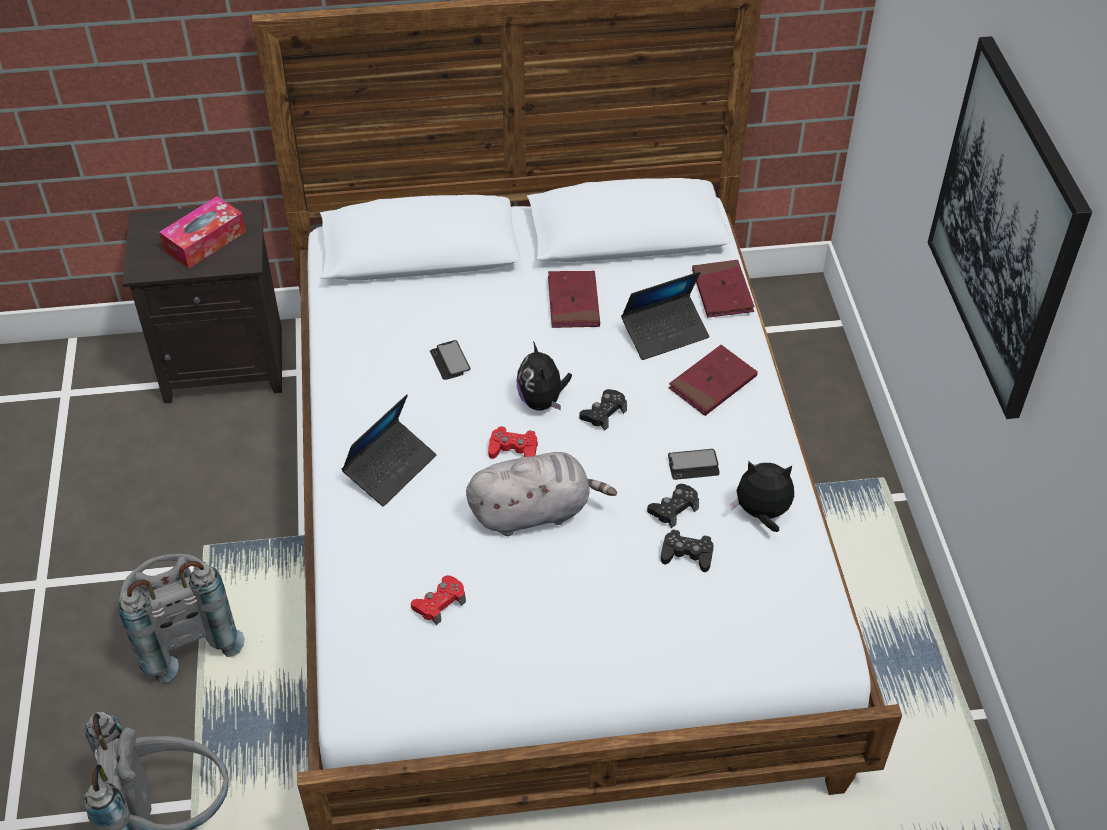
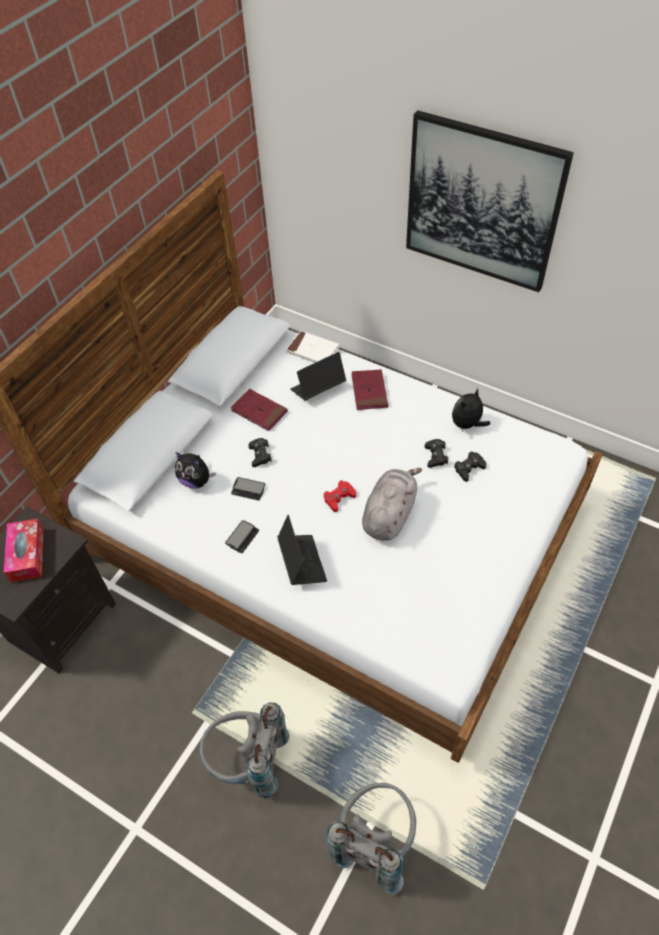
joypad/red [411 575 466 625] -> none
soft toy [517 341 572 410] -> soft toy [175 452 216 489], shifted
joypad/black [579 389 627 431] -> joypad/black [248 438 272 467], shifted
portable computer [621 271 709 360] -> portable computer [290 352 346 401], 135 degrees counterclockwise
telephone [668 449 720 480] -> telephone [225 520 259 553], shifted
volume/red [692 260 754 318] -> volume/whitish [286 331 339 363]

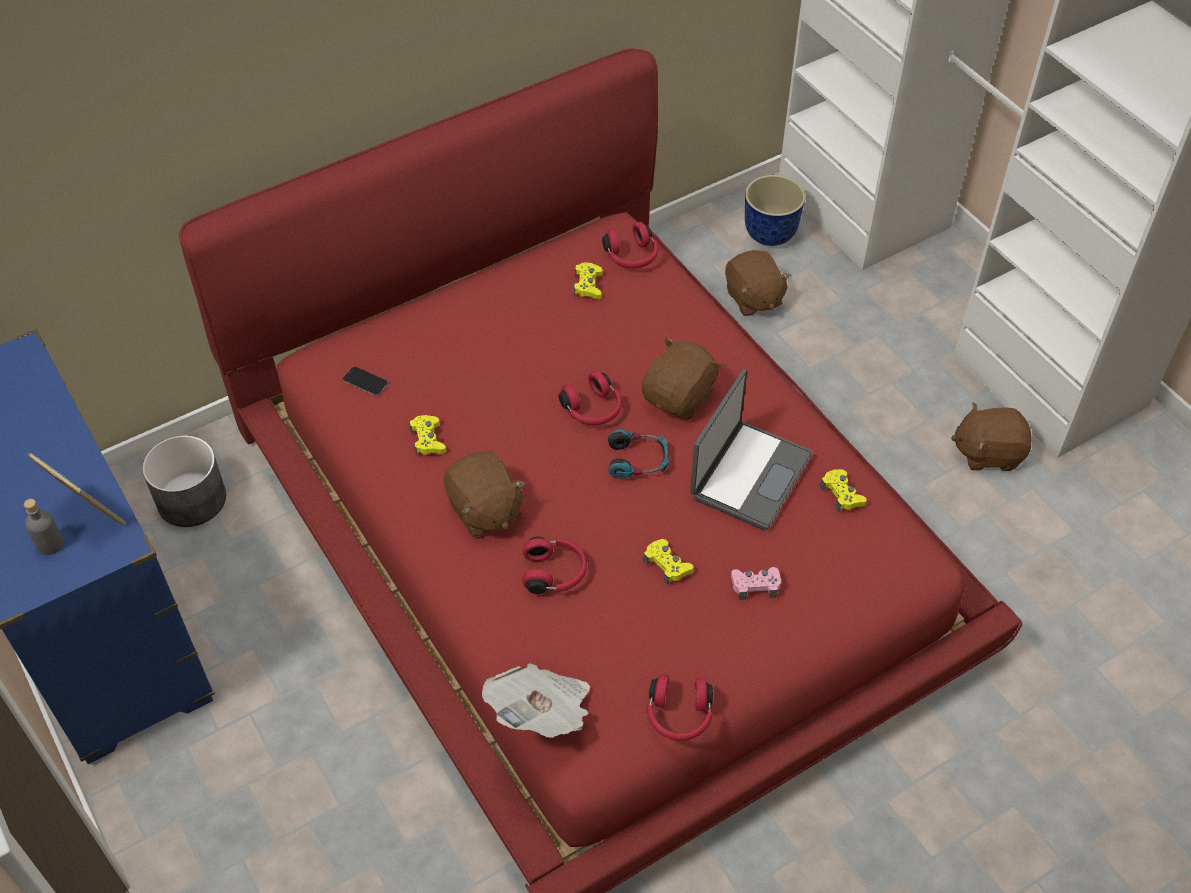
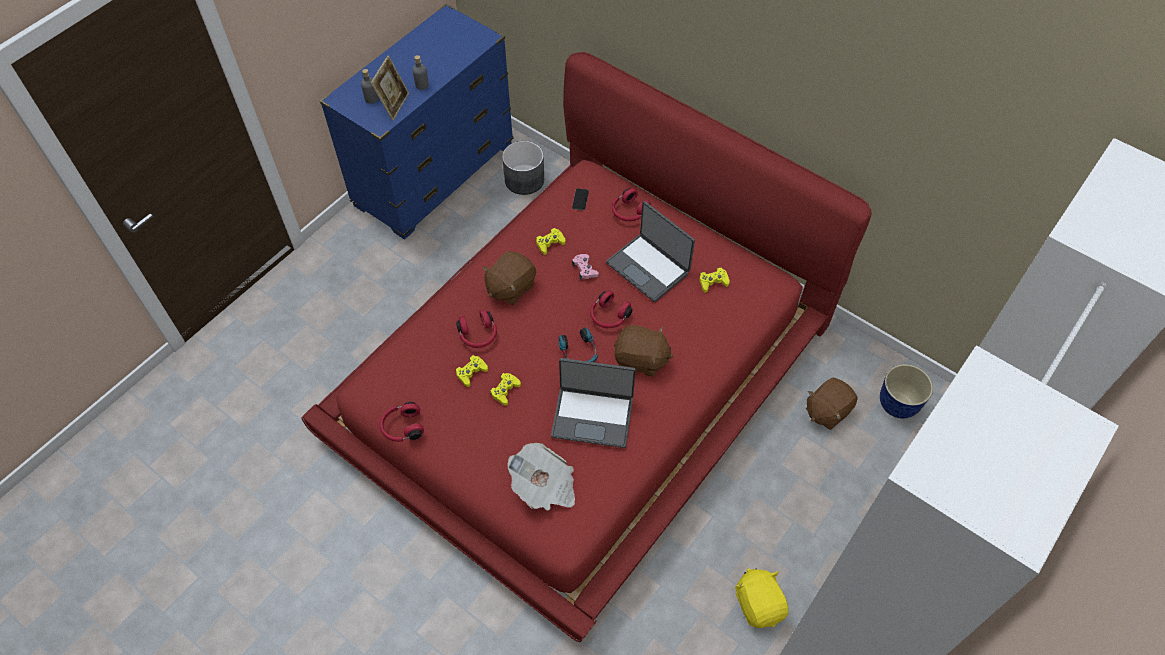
newspaper [482 663 590 738] -> newspaper [507 443 575 511], shifted
headphones/red [602 222 658 268] -> headphones/red [612 188 651 222], shifted
joypad/pink-coloured [731 567 781 600] -> joypad/pink-coloured [572 254 599 280], shifted
joypad/yellowish [820 469 867 512] -> joypad/yellowish [456 355 488 387], shifted
soft toy/brownish [951 402 1032 471] -> soft toy/yellowish [735 568 789 628]
none -> bottle/grey [413 55 429 90]
none -> portable computer [606 201 695 302]

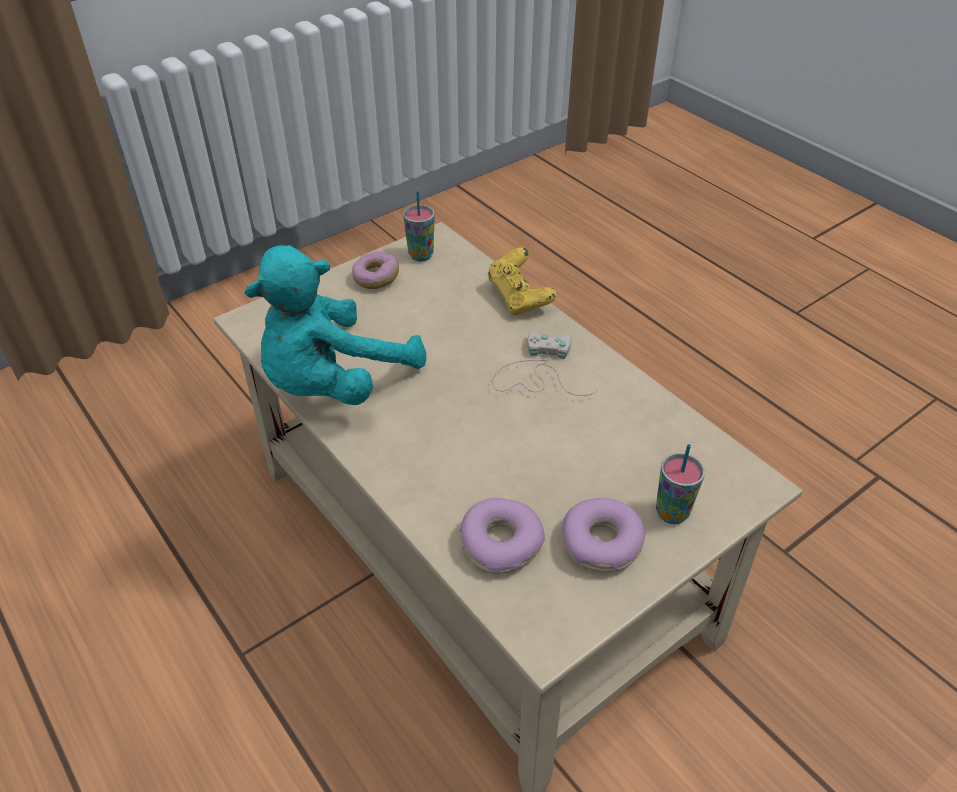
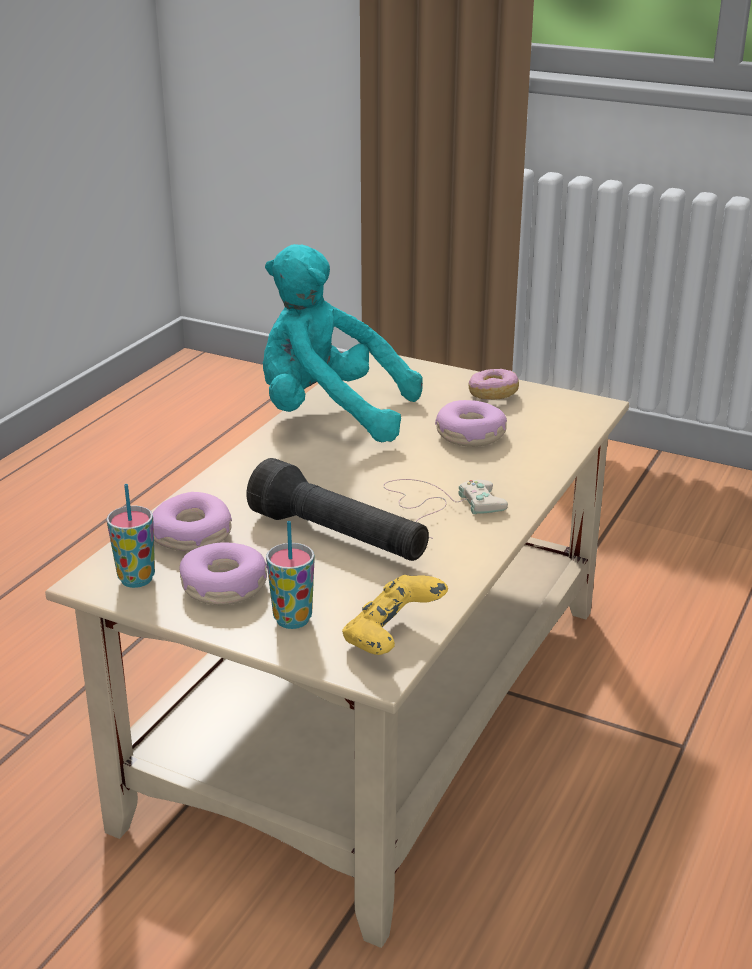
cup [403 190 435 262] -> cup [106 484 155 588], shifted
joypad/yellowish [488 247 557 315] -> joypad/yellowish [342 575 448 655], shifted
none -> hand torch/black [247 458 429 561]
none -> donut [435 400 507 447]

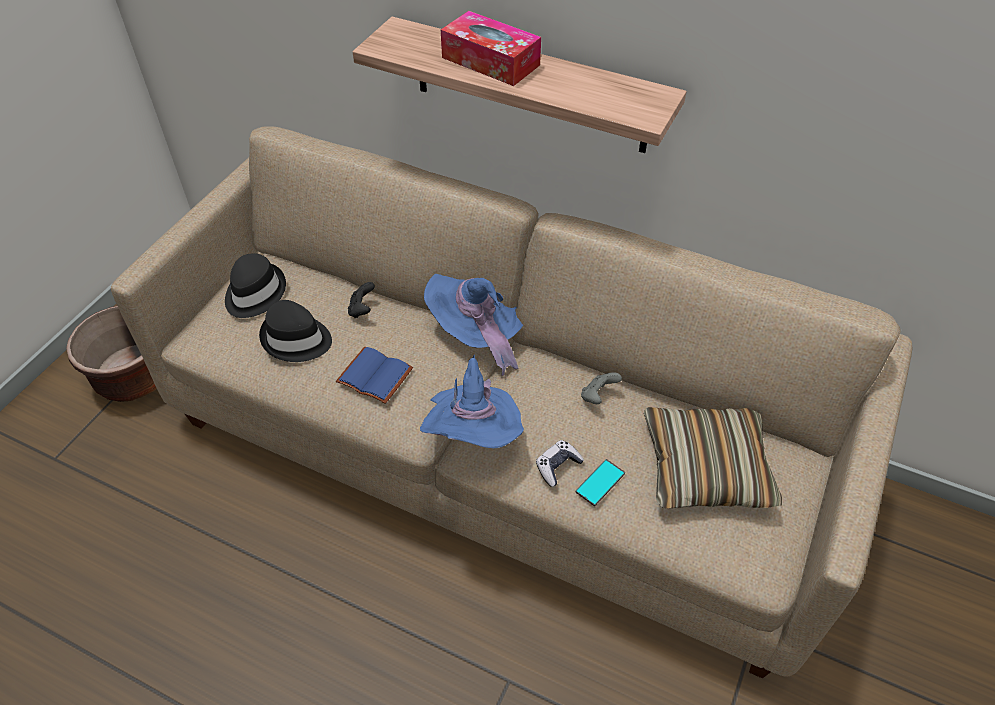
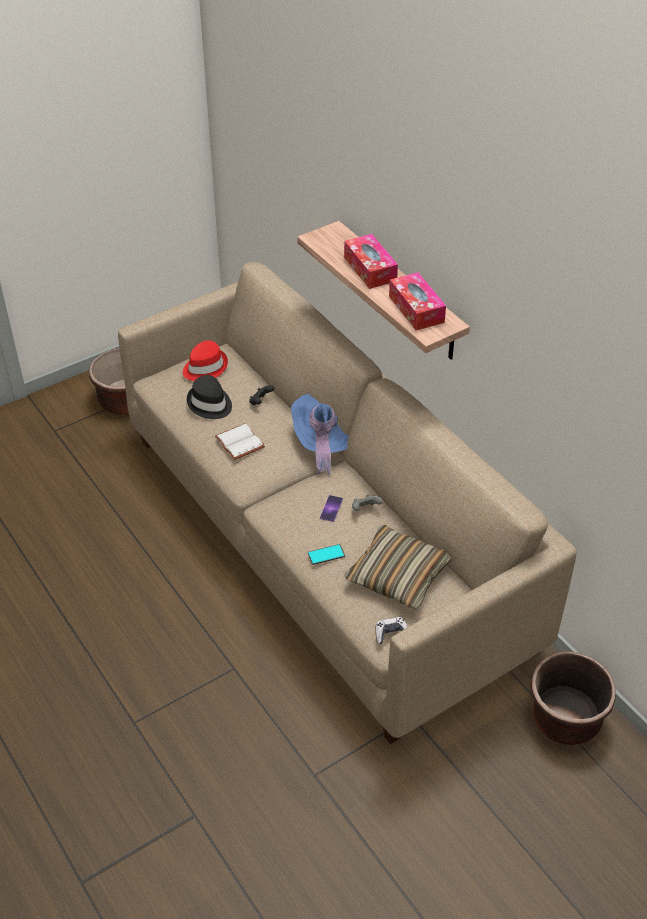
clothing hat/black [225 253 286 318] -> clothing hat/red [183 340 228 381]
volume/blue-coloured [336 346 413 404] -> volume/whitish [215 423 265 460]
clothing hat/blue-coloured [420 355 524 448] -> none
joypad [536 440 584 487] -> joypad [375 617 408 644], shifted
none -> telephone [320 495 343 522]
none -> box of tissues [389 272 446 330]
none -> flower pot/brownish [530 651 615 745]

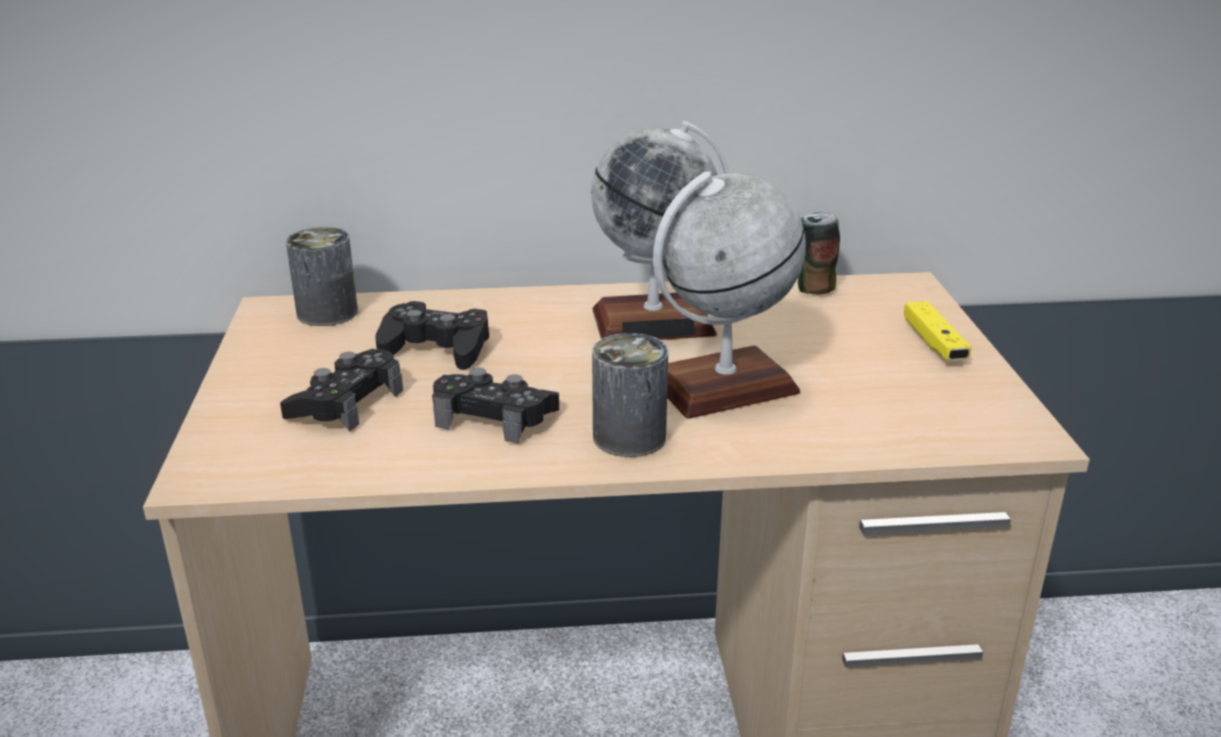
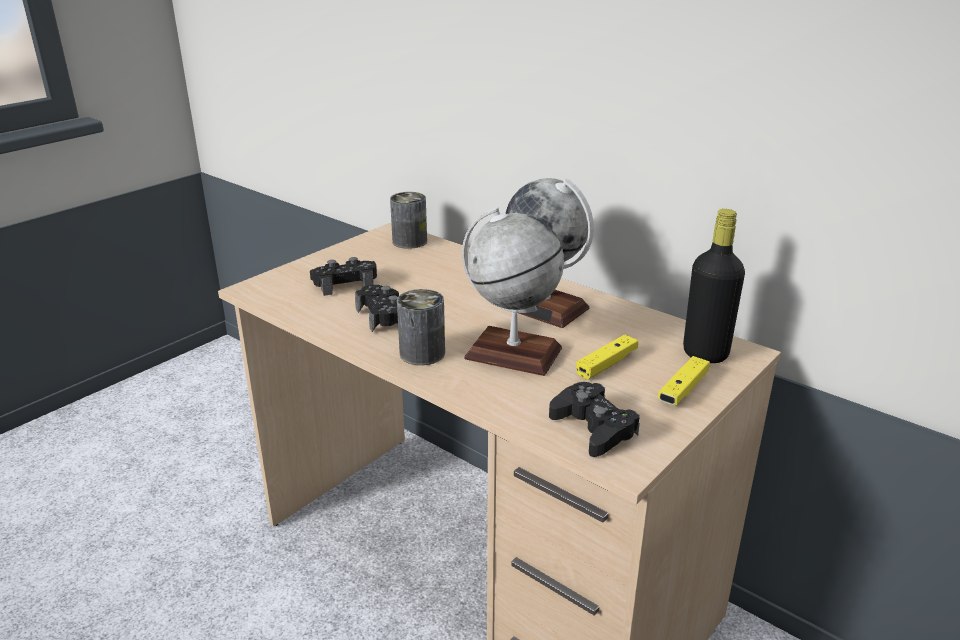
joypad/black [376 301 489 370] -> joypad/black [549 382 640 457], shifted
metal can [798 212 840 294] -> none
none -> joypad/yellowish [576 335 638 380]
none -> bottle/black [683 209 745 363]

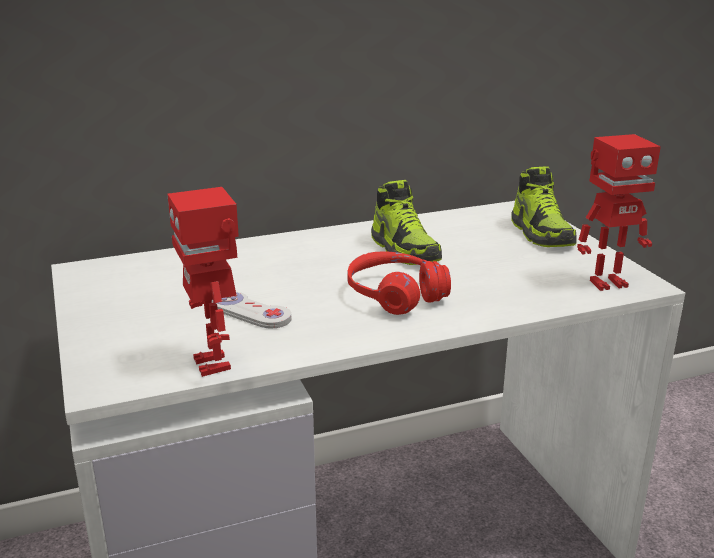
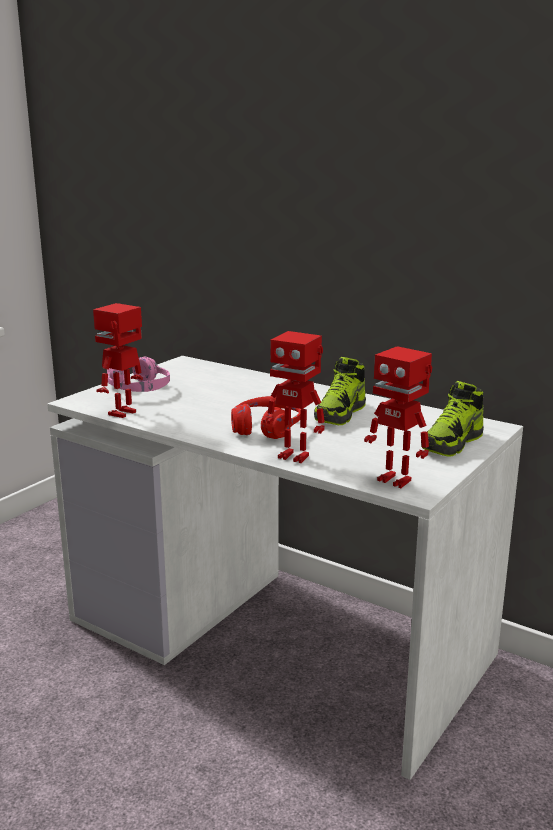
joypad/whitish [212 292 292 328] -> none
none -> headphones/pink-coloured [107 357 170 392]
none -> robot figure [263 331 325 463]

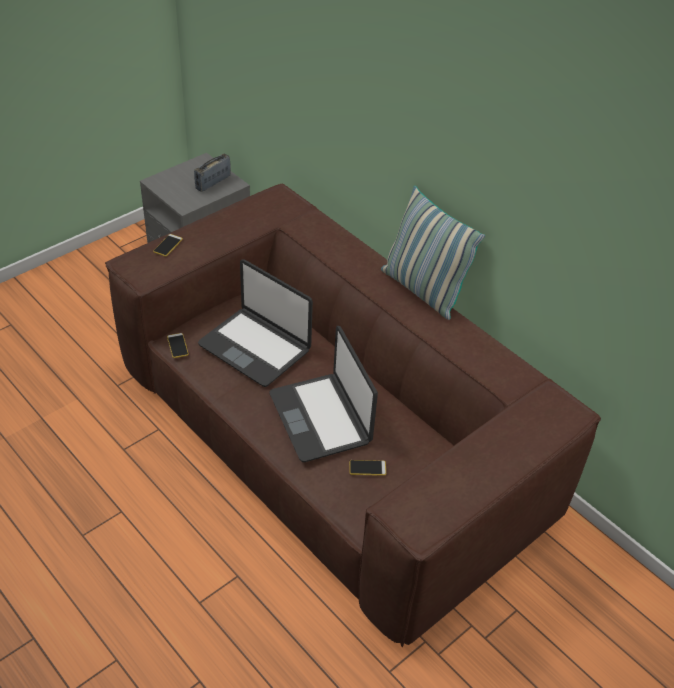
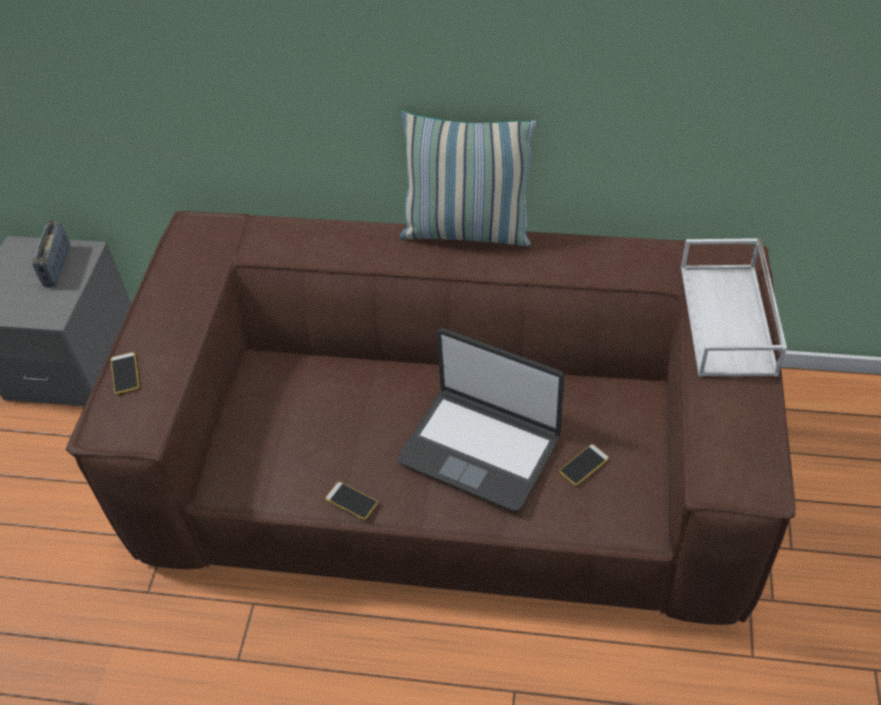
telephone [167 333 189 358] -> telephone [326 482 378 520], shifted
portable computer [198 259 313 387] -> none
none -> tray/whitish [681 238 787 377]

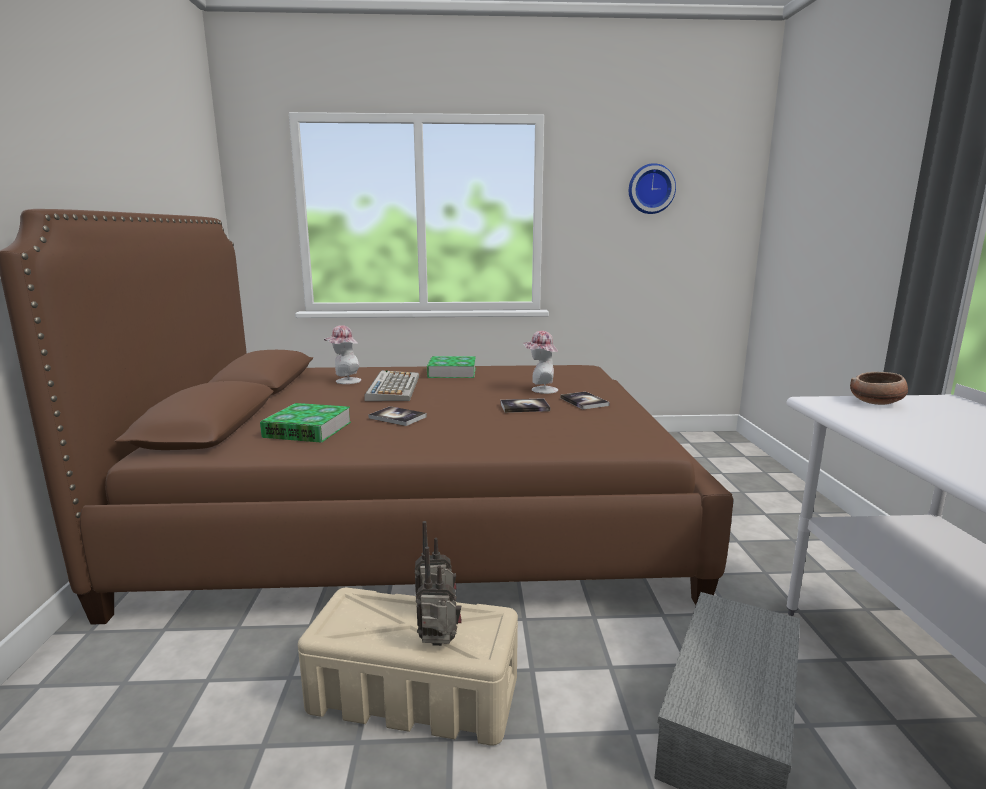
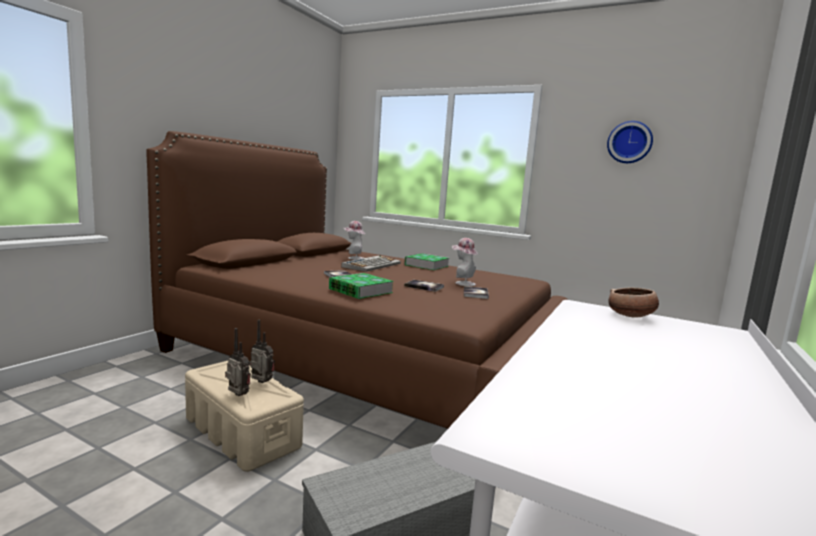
volume [260 403 351 443] -> volume [329 273 394 299], shifted

